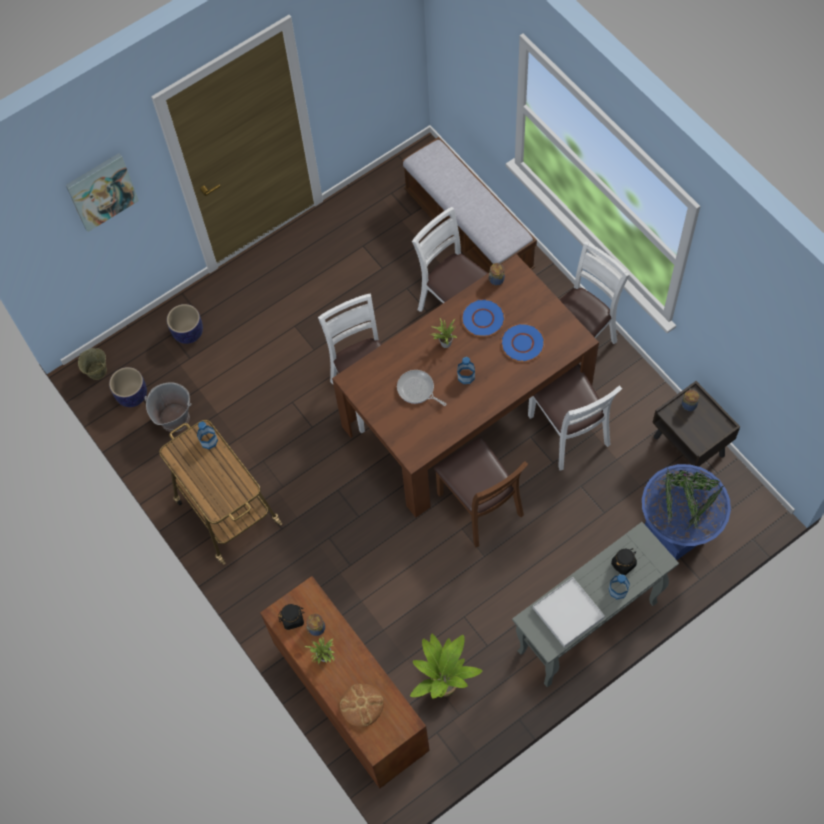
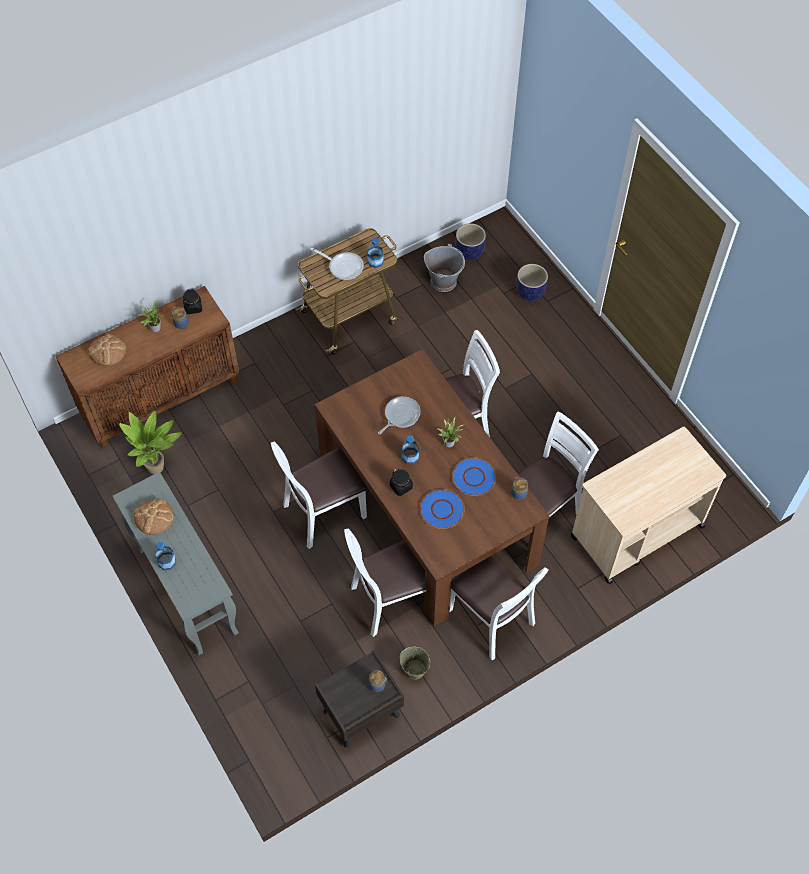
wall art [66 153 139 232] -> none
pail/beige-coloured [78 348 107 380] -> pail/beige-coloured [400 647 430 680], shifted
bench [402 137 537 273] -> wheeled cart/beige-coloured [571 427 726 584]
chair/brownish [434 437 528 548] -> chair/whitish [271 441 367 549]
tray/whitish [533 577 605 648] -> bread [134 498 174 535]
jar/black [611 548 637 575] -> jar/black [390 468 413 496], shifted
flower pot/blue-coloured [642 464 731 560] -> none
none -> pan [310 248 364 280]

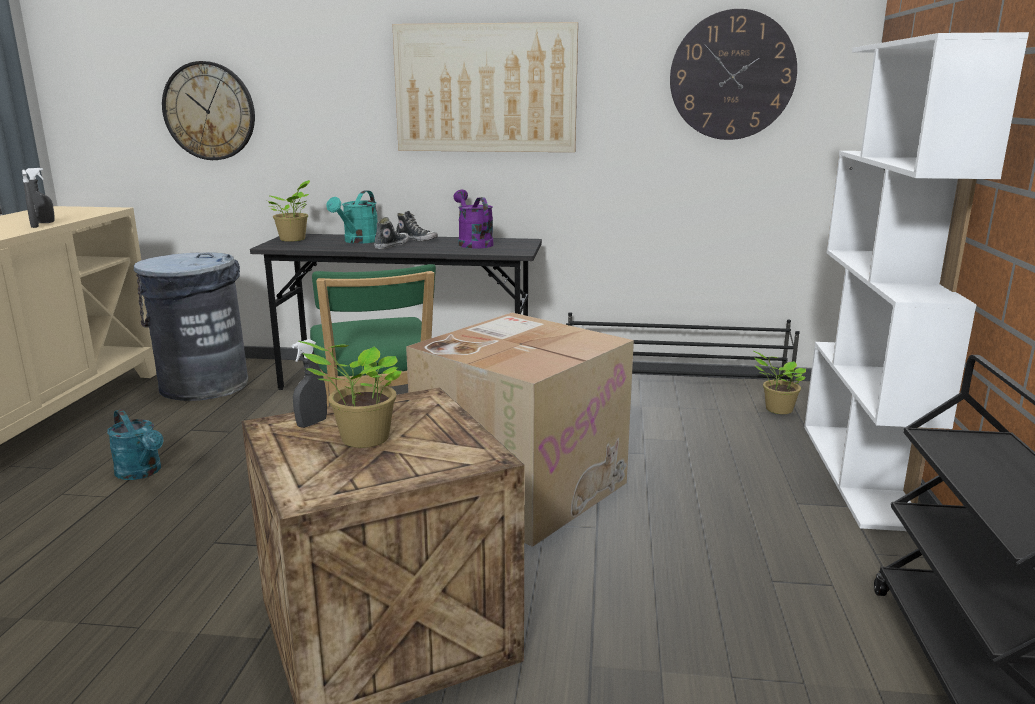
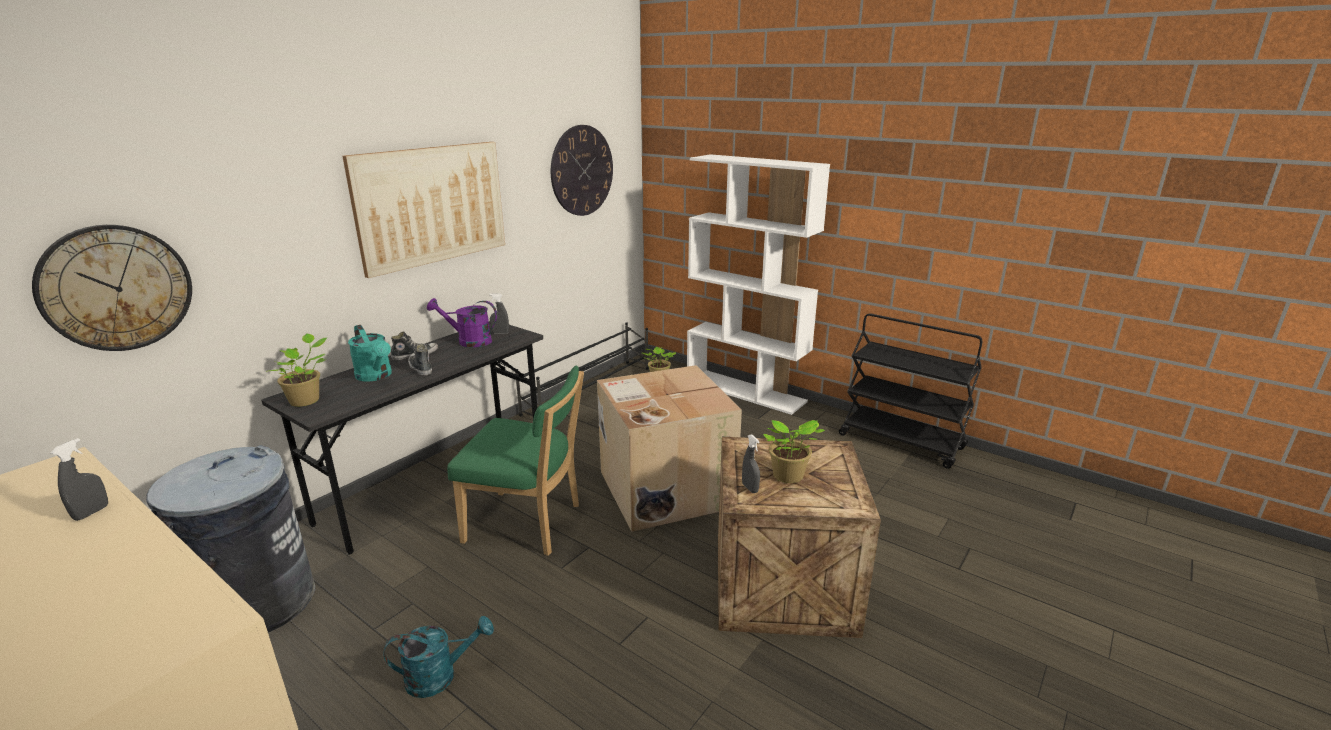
hand sprayer/grey [22 170 39 228] -> hand sprayer/grey [489 294 509 334], shifted

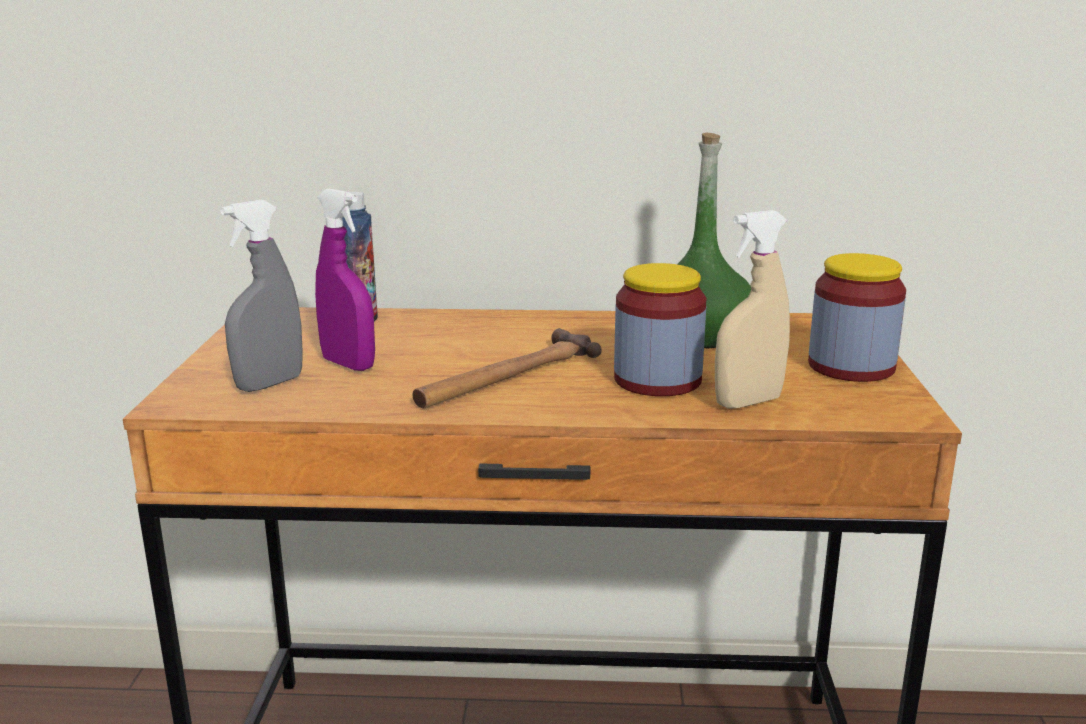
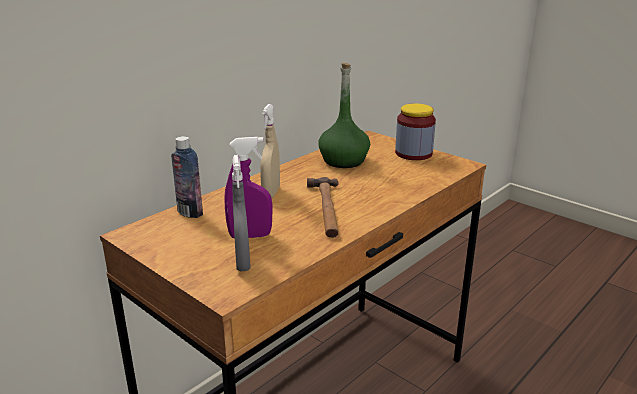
jar [614 263 707 396] -> none
hand sprayer/beige-coloured [715 210 790 409] -> hand sprayer/beige-coloured [260 104 280 198], shifted

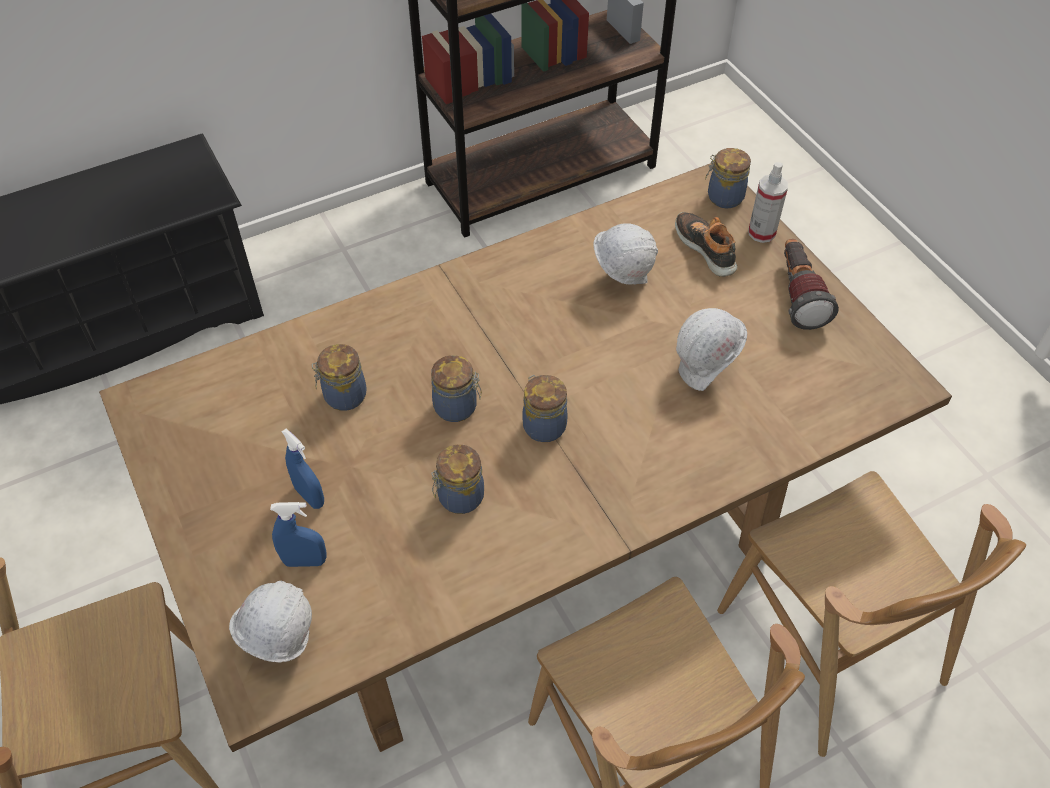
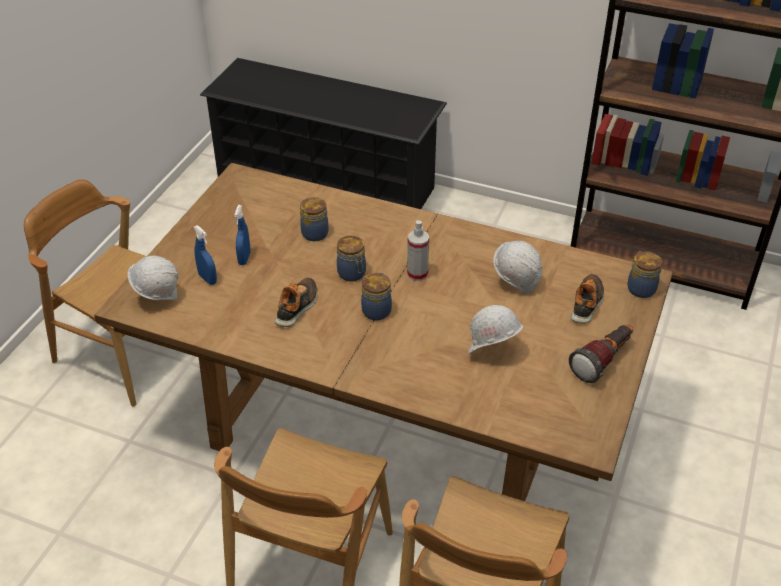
jar [431 445 484 514] -> low shoe [275 277 318 327]
hand sprayer [749 162 788 243] -> hand sprayer [407 220 429 281], shifted

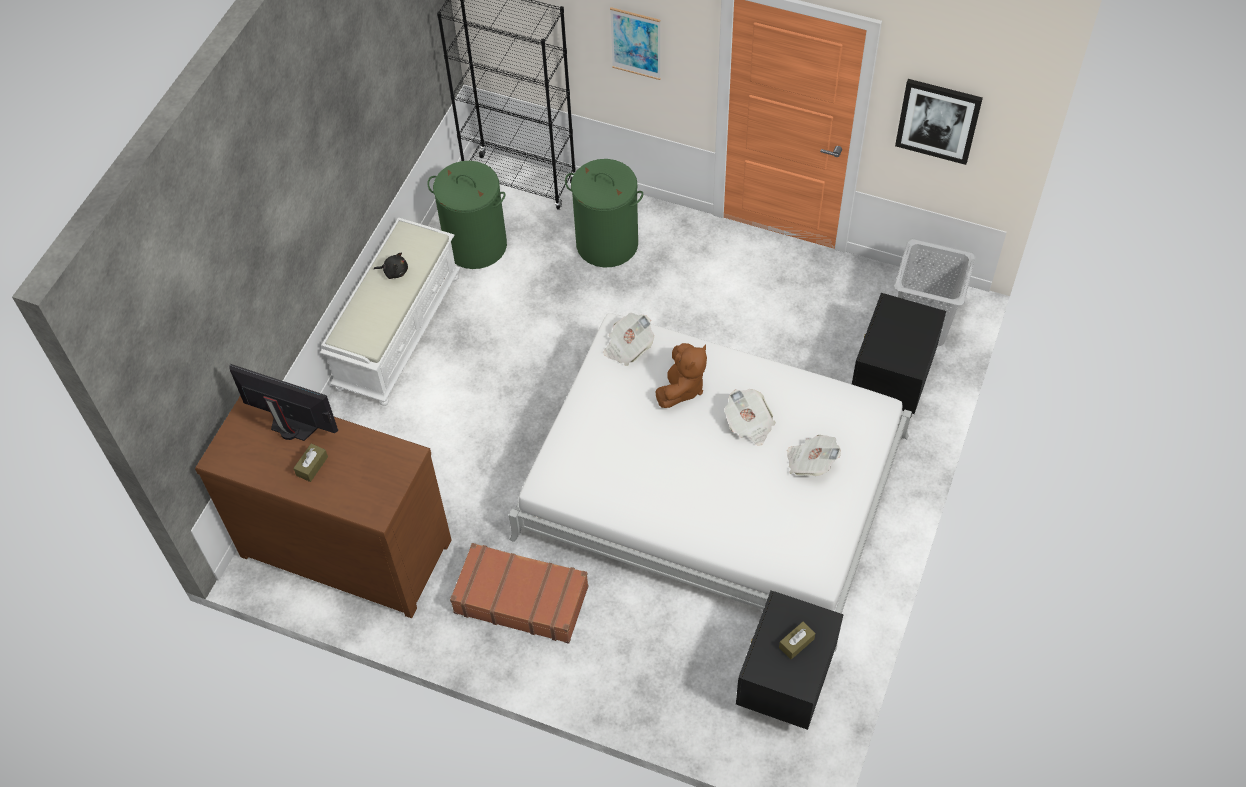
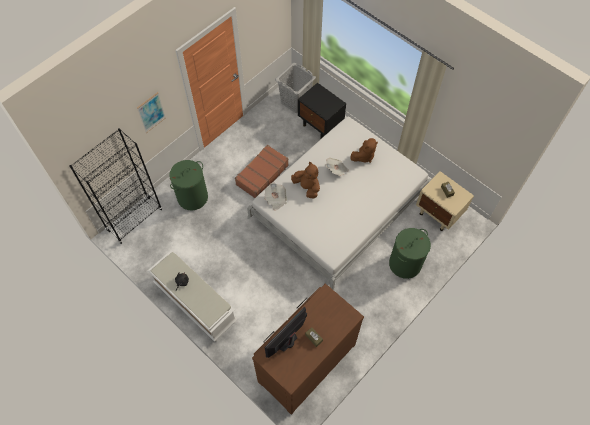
hamper/green [427 161 507 269] -> hamper/green [389 228 431 279], shifted
travel case/brownish [450 543 589 644] -> travel case/brownish [235 145 289 198], shifted
bedside table/black [736 591 843 730] -> bedside table/beige-coloured [416 171 474 231]
newspaper [787 435 841 476] -> soft toy/brownish [350 138 378 163]
wall art [895 79 983 165] -> none

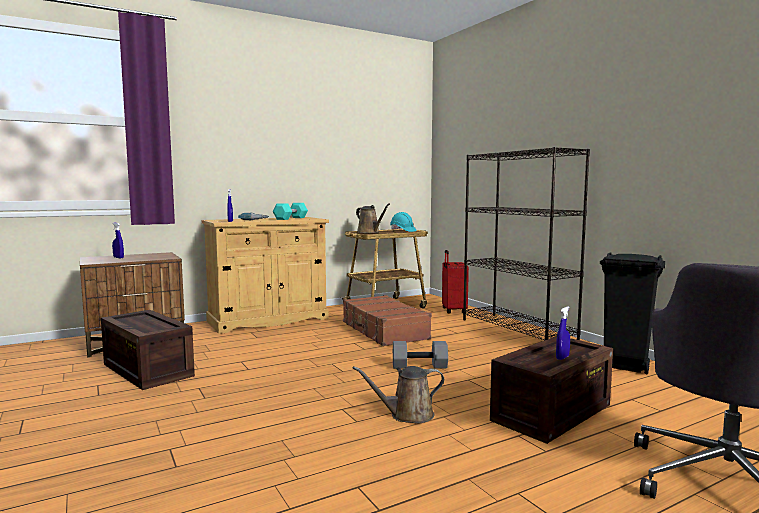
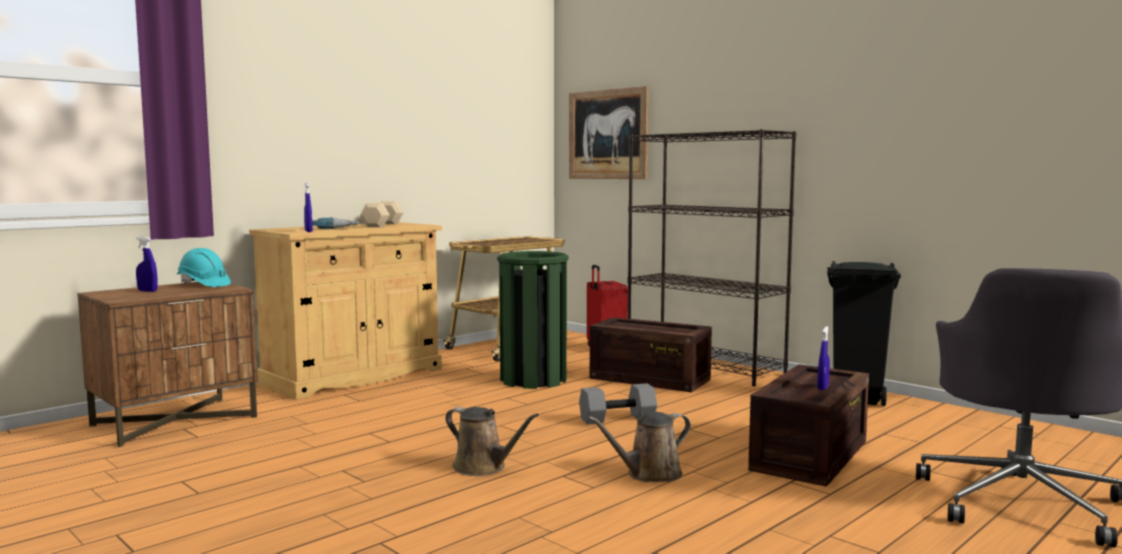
crate [101 310 195 390] -> crate [590 317 712 392], shifted
hand weight/turquoise-coloured [273 203 308 220] -> hand weight/beige-coloured [360 201 404 227]
travel case/brownish [343 295 432 346] -> waste bin/green [497 251 568 389]
watering can/brownish [356 203 390 233] -> watering can/brownish [446 407 539 476], shifted
work helmet/turquoise-coloured [390 212 416 232] -> work helmet/turquoise-coloured [177 248 231 287], shifted
none -> wall art [569 86 649 179]

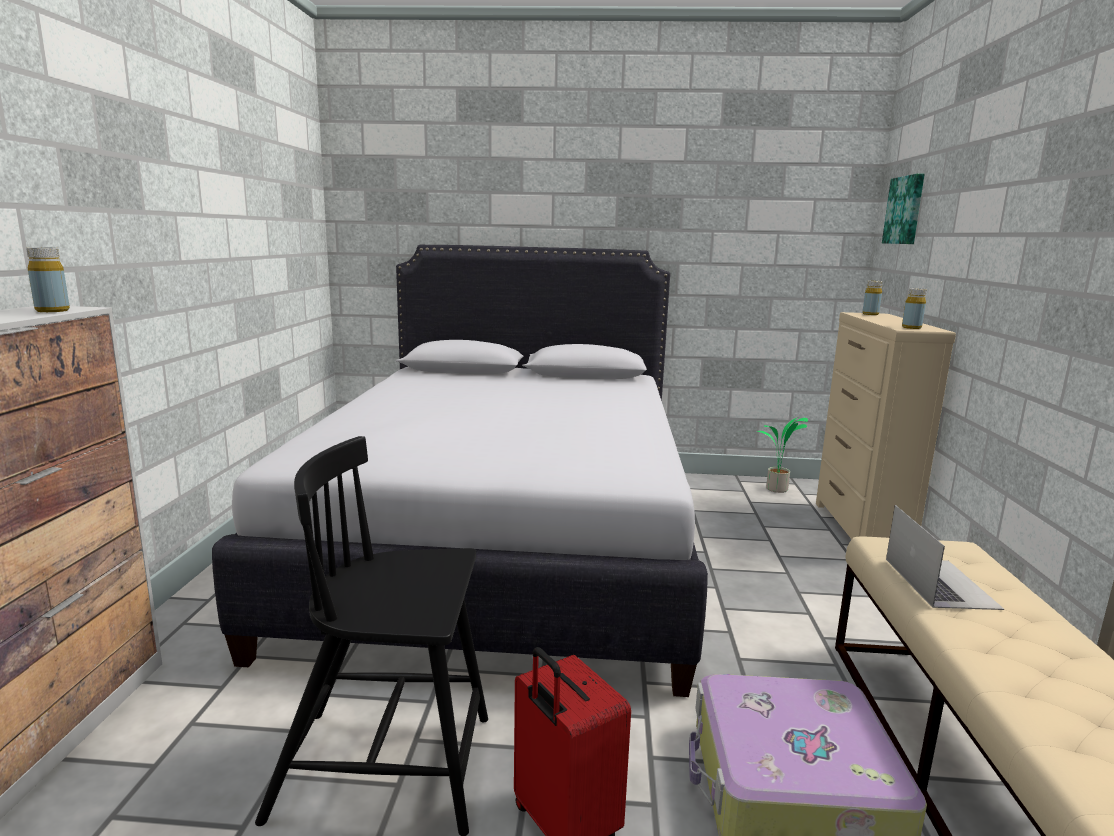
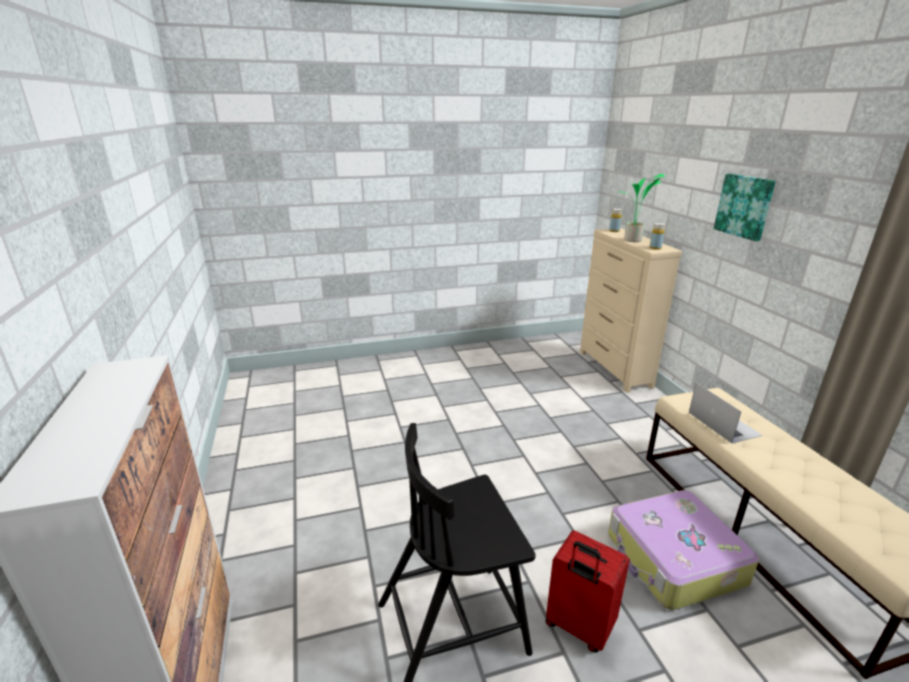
bottle/yellowish [26 247 70 312] -> none
bed/whitish [212 245 708 697] -> none
potted plant [756 417 808 493] -> potted plant [622 174 665 242], shifted
wall art [882 173 925 244] -> wall art [714 174 776 241], shifted

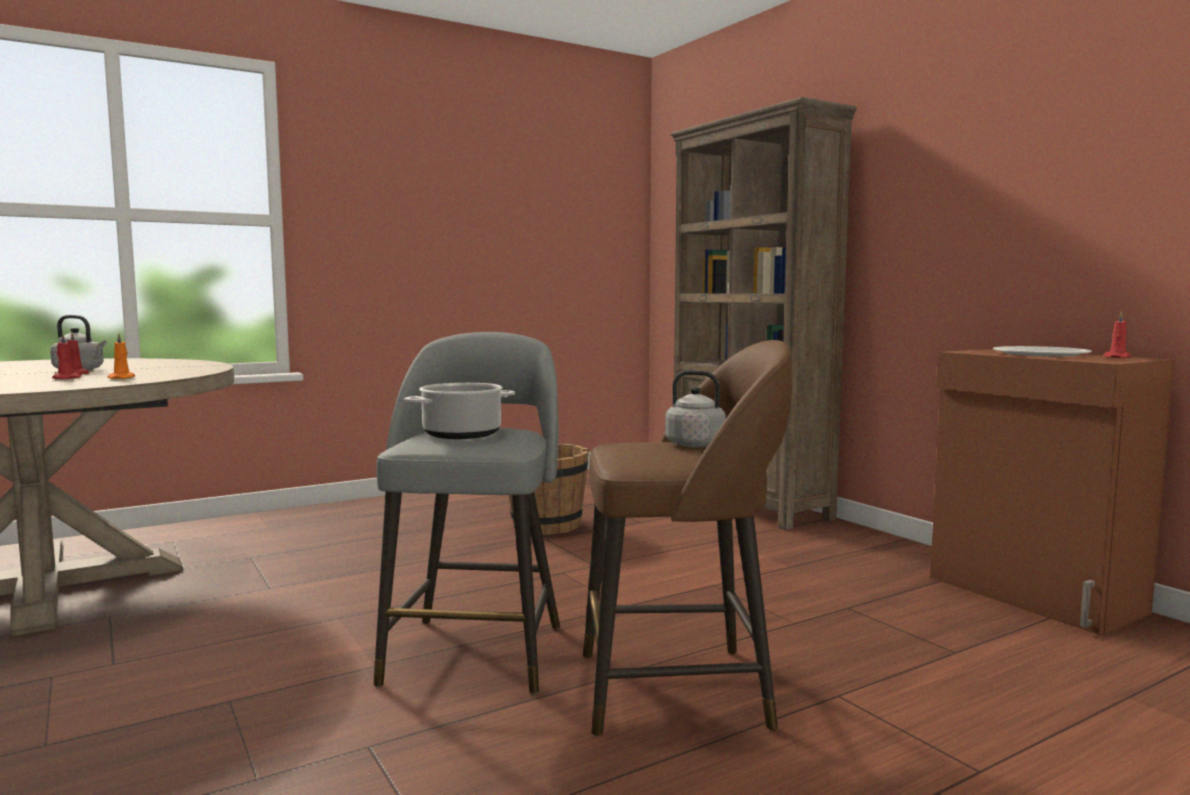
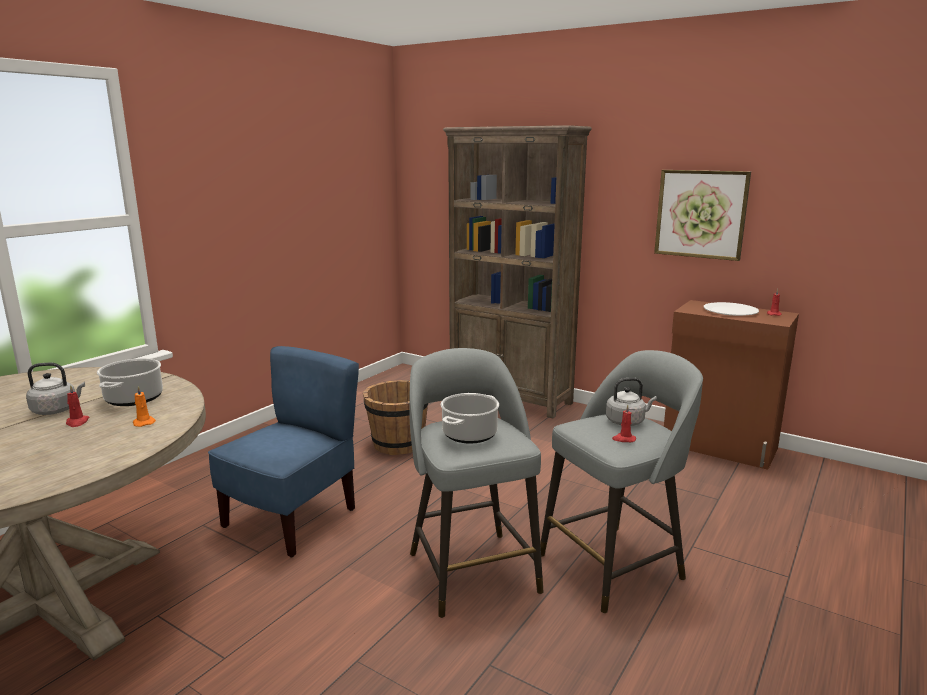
candle/red [52 333 81 379] -> candle/red [612 405 636 442], shifted
stool seat/brownish [583 340 792 736] -> stool seat/grey [540 350 703 613]
none -> cooking pot [97 358 163 406]
none -> chair/blue-coloured [208 346 359 557]
none -> wall art [654 170 751 261]

